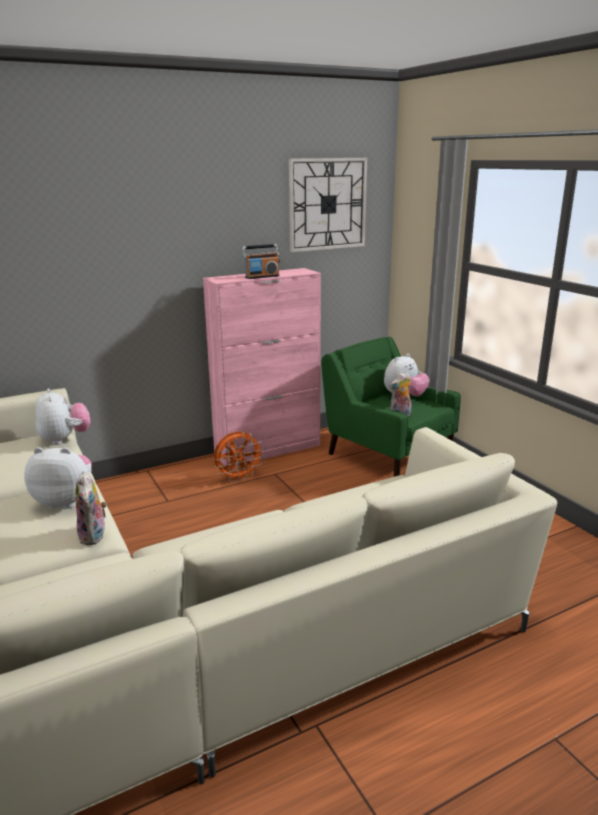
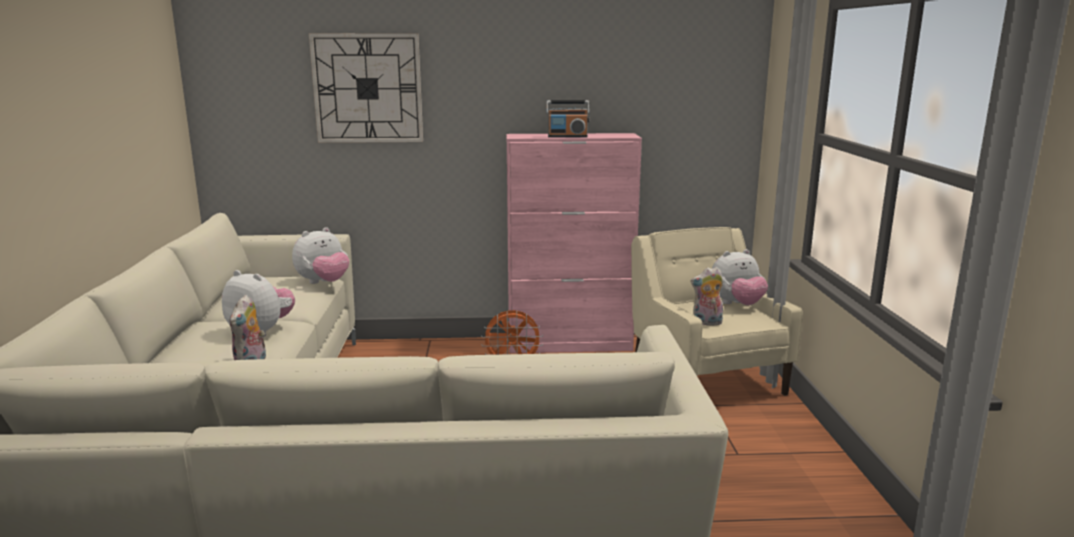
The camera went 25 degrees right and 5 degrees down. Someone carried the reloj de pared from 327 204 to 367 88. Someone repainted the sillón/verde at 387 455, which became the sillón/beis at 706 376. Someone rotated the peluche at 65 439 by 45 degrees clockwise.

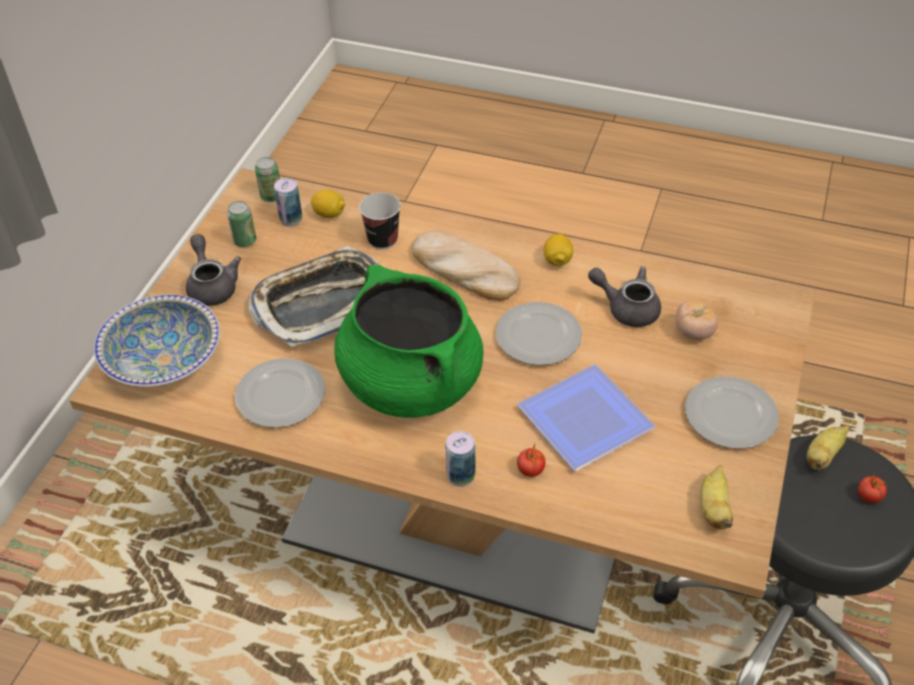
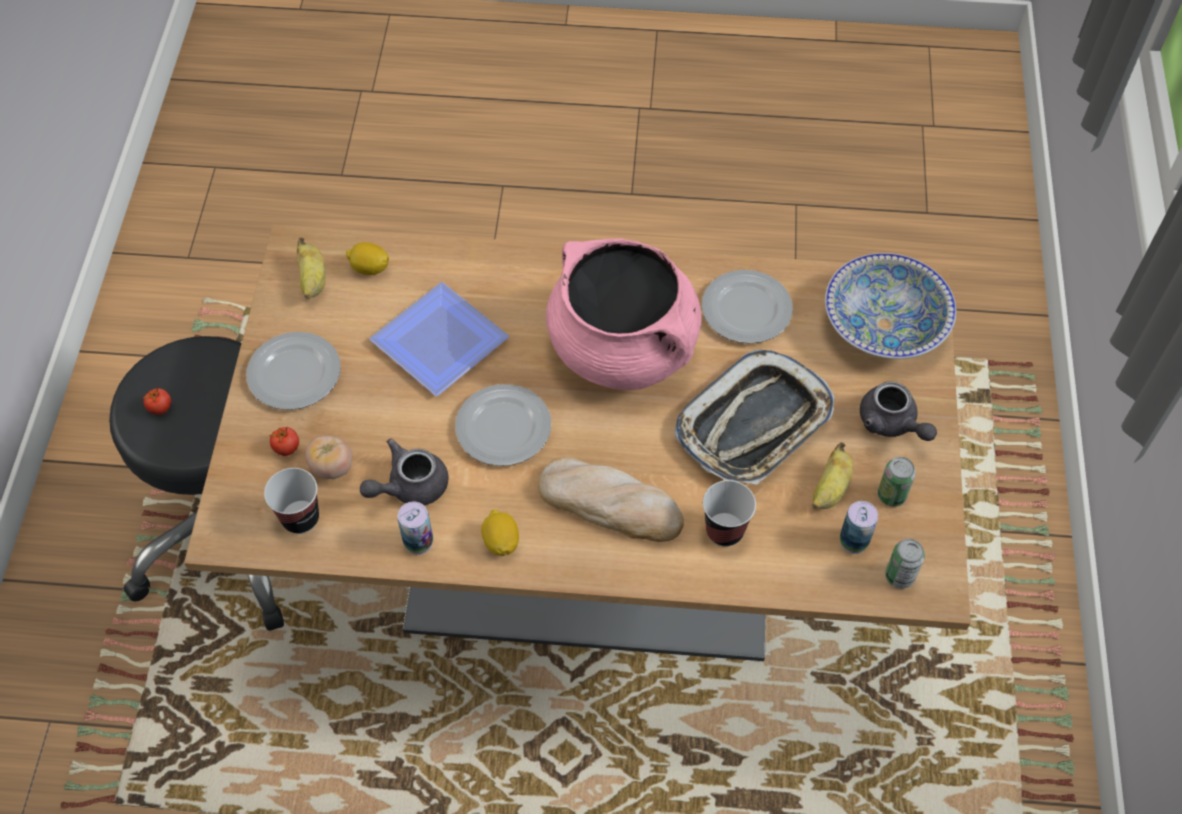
The camera went 165 degrees right and 10 degrees up. Someone put down the taza at 300 518. Someone carried the limón from 329 214 to 370 268. Someone carried the lata from 461 476 to 418 542. Someone carried the tomate from 530 470 to 286 448. Someone carried the plátano from 823 456 to 830 489. Someone repainted the olla/verde at 410 383, which became the olla/rosa at 623 348. Someone rotated the tetera/gris at 627 308 by 135 degrees clockwise.

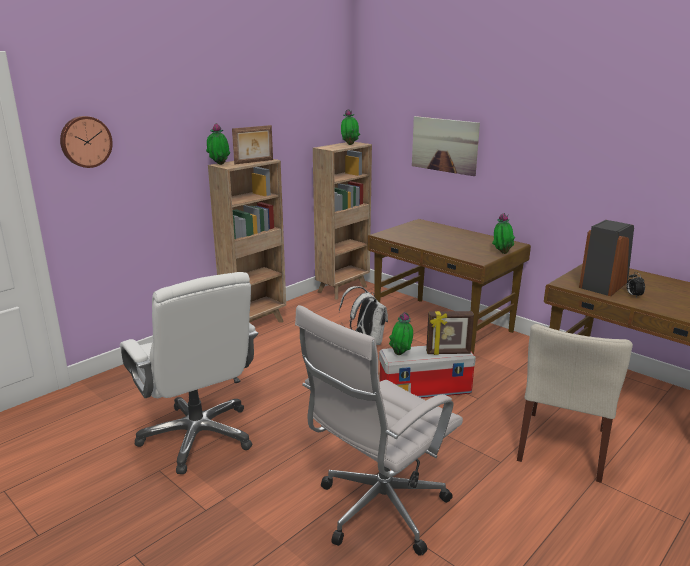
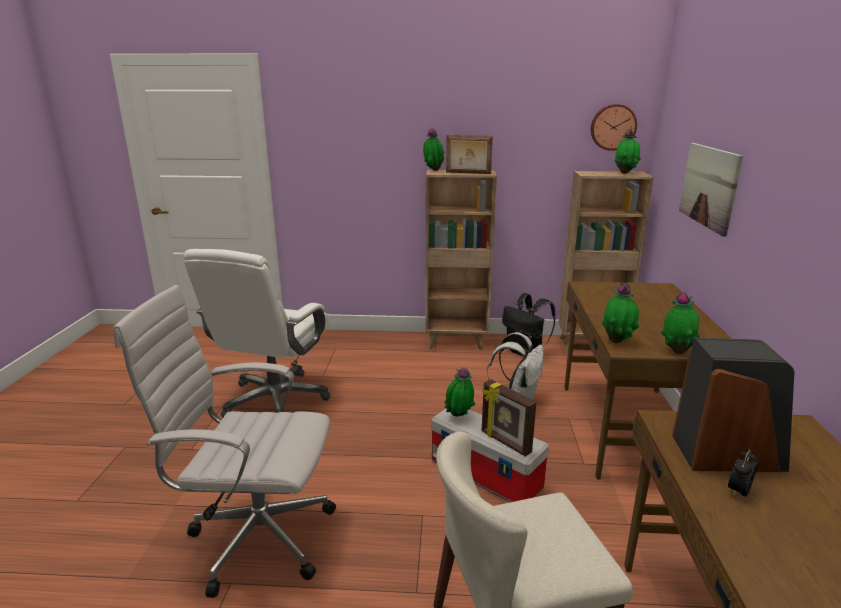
The camera went 50 degrees right and 0 degrees up. Someone put down the mochila/negro at 526 352. Someone put down the planta en maceta at 617 341. Someone carried the reloj de pared from 85 141 to 612 127.

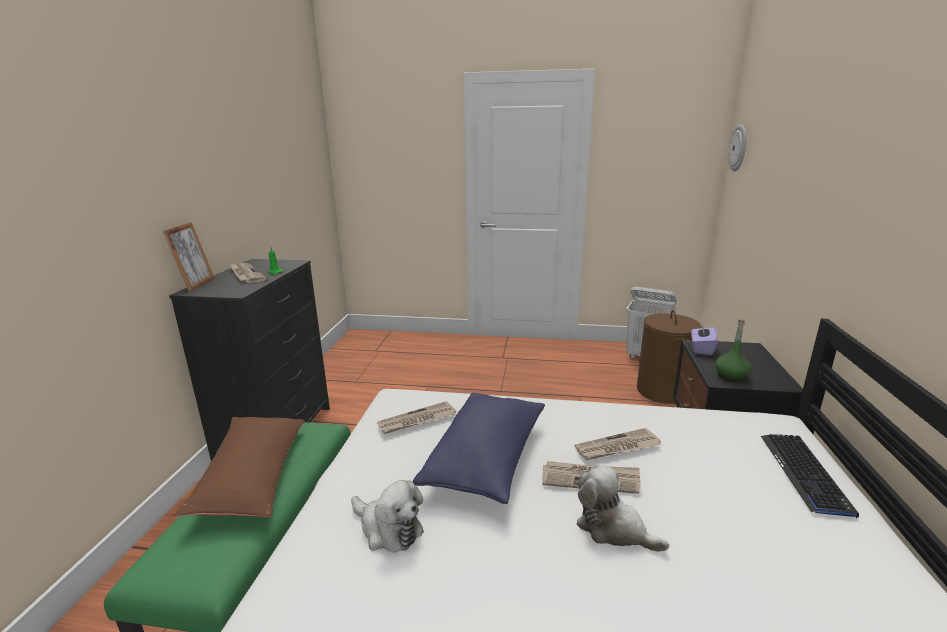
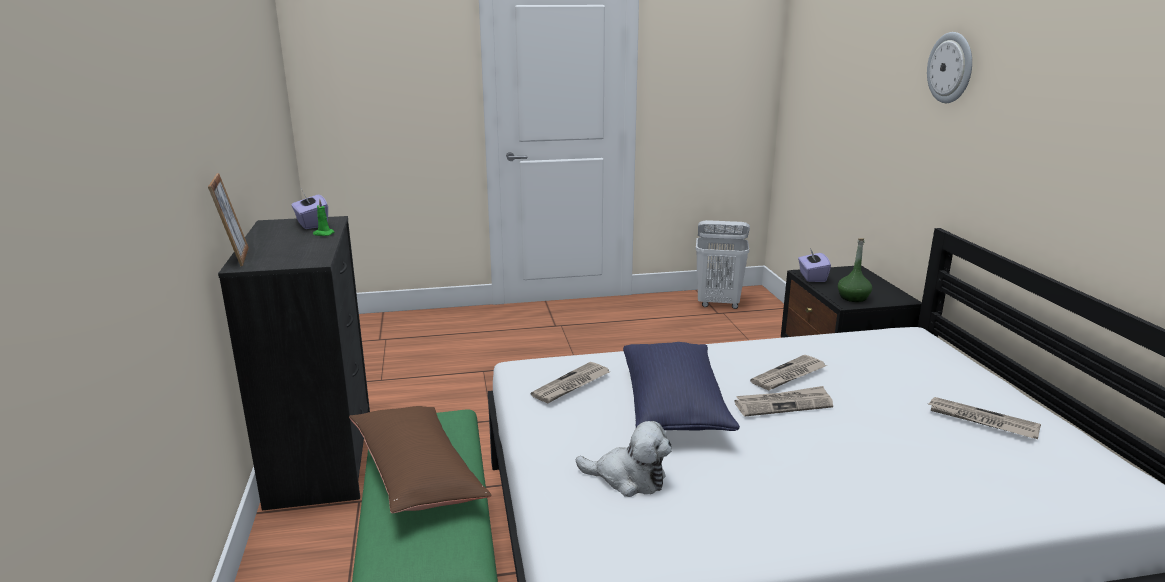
The camera went 20 degrees left and 0 degrees up. Someone took away the peluche at 613 528. Someone took away the cesto de la ropa/marrón at 663 391. Someone took away the teclado at 804 473. Someone put down the caja de pañuelos/morado at 311 224. Someone carried the periódico from 246 275 to 981 421. Someone carried the reloj de pared from 739 148 to 951 68.

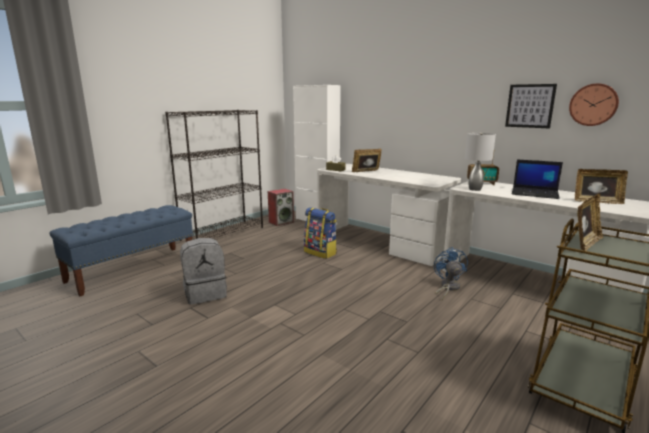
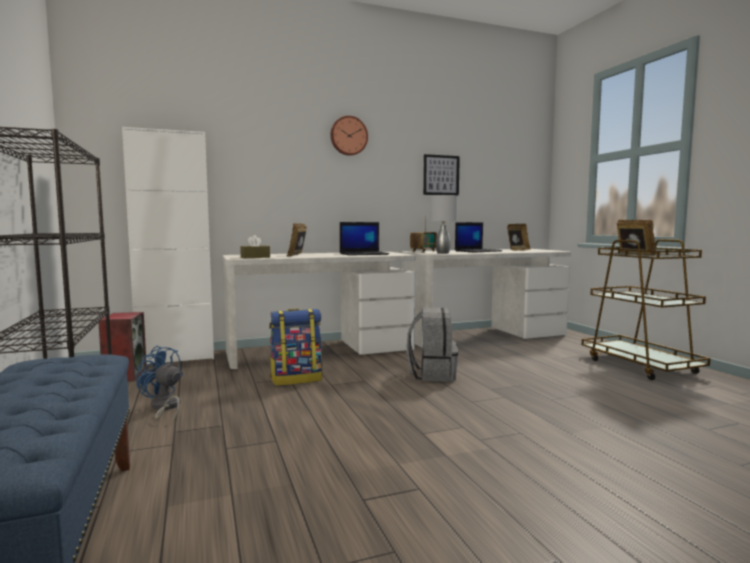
The camera went 60 degrees left and 10 degrees down. Someone put down the portátil at 364 254. Someone carried the mochila/gris from 205 293 to 432 374. Someone carried the ventilador/azul from 448 288 to 164 408. Someone carried the reloj de pared from 593 104 to 348 136.

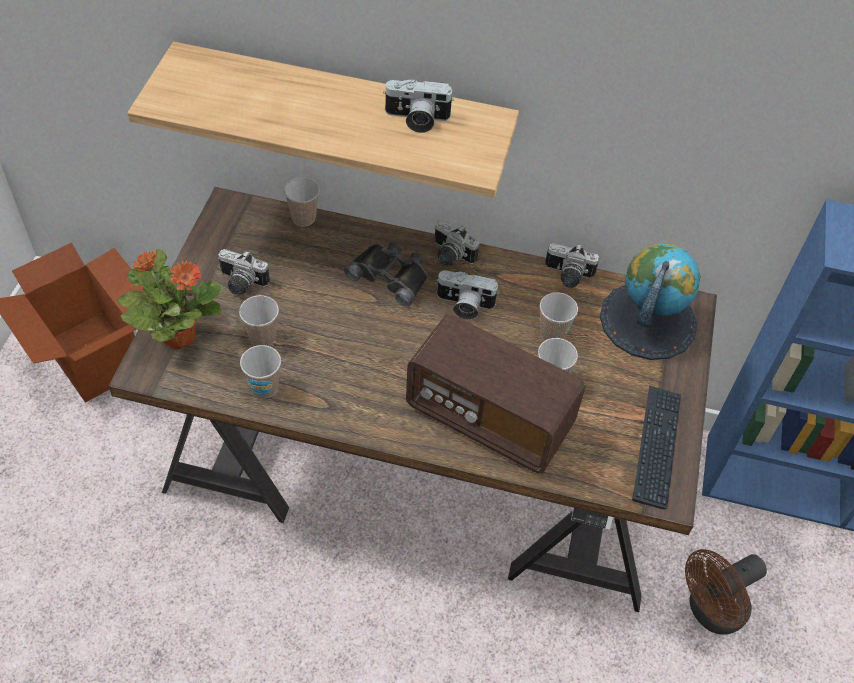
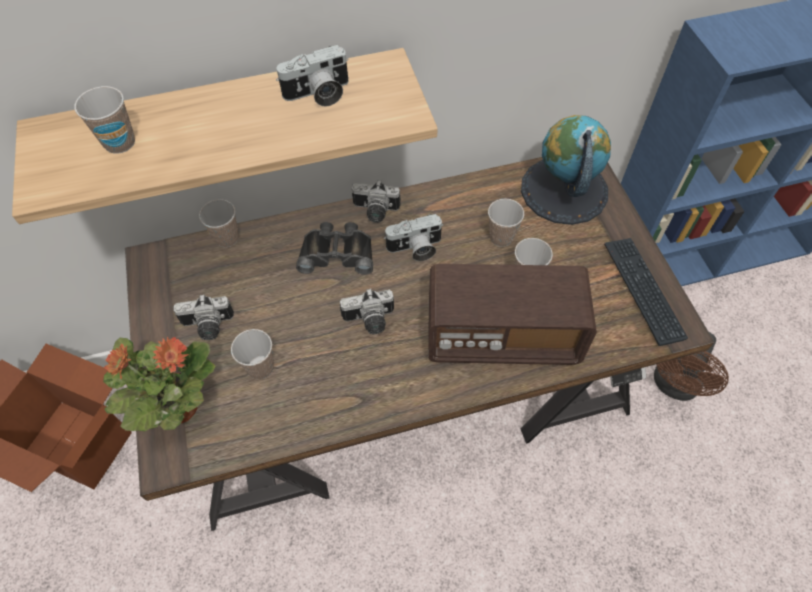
The camera went 25 degrees left and 5 degrees up. Someone carried the taza from 264 387 to 120 143. Someone carried the cámara from 567 276 to 370 321.

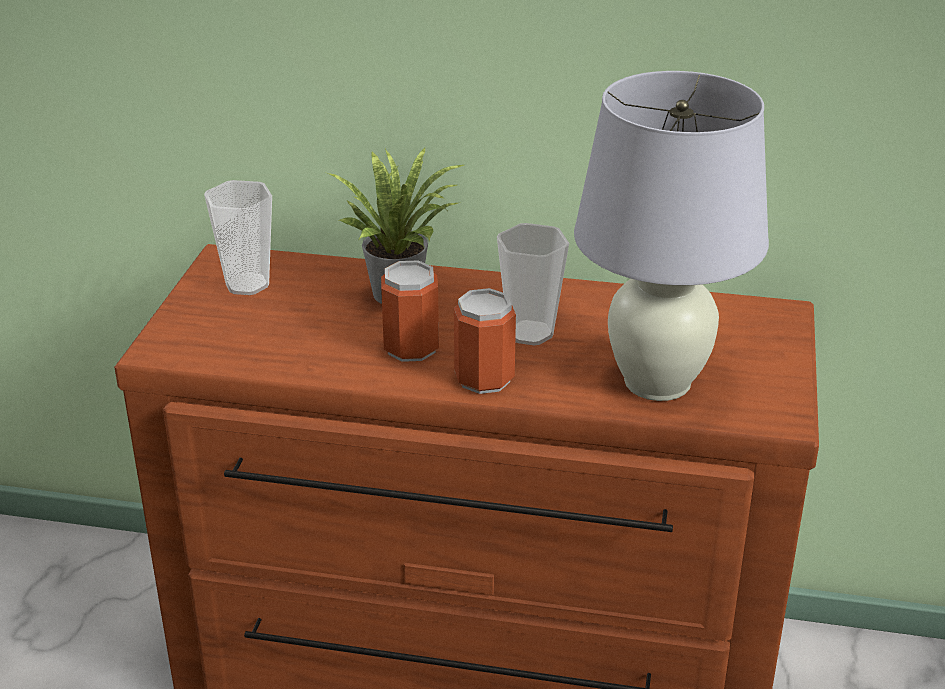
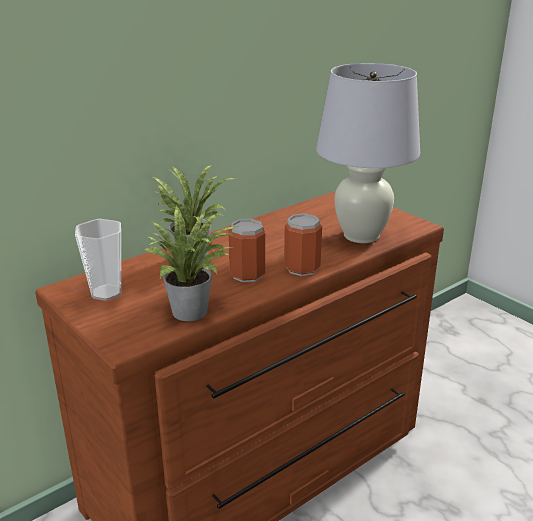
The camera went 50 degrees left and 5 degrees down. Someone took away the taza at 530 333. Someone put down the planta en maceta at 194 312.

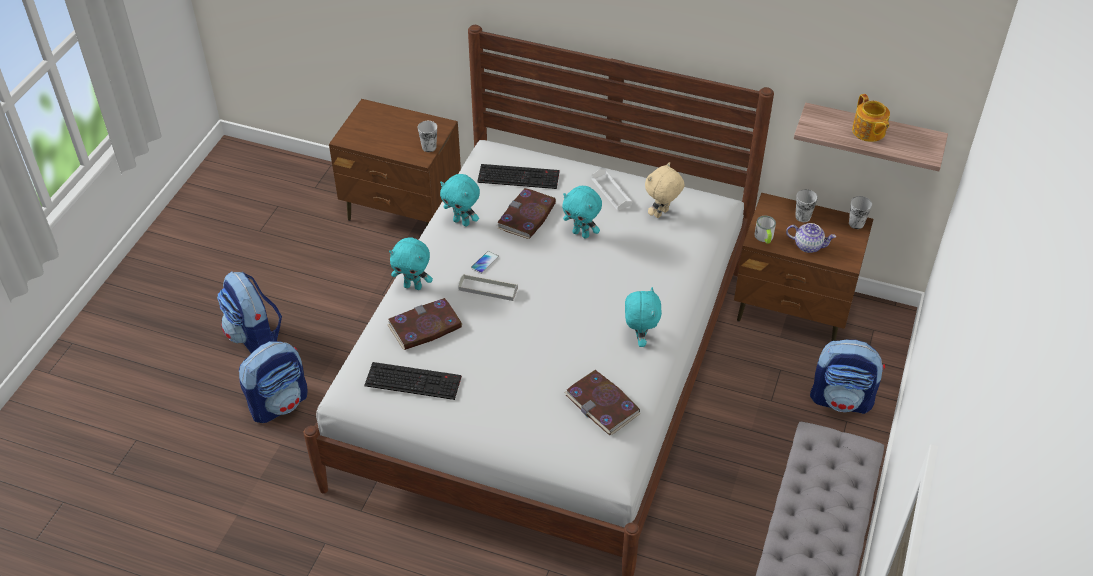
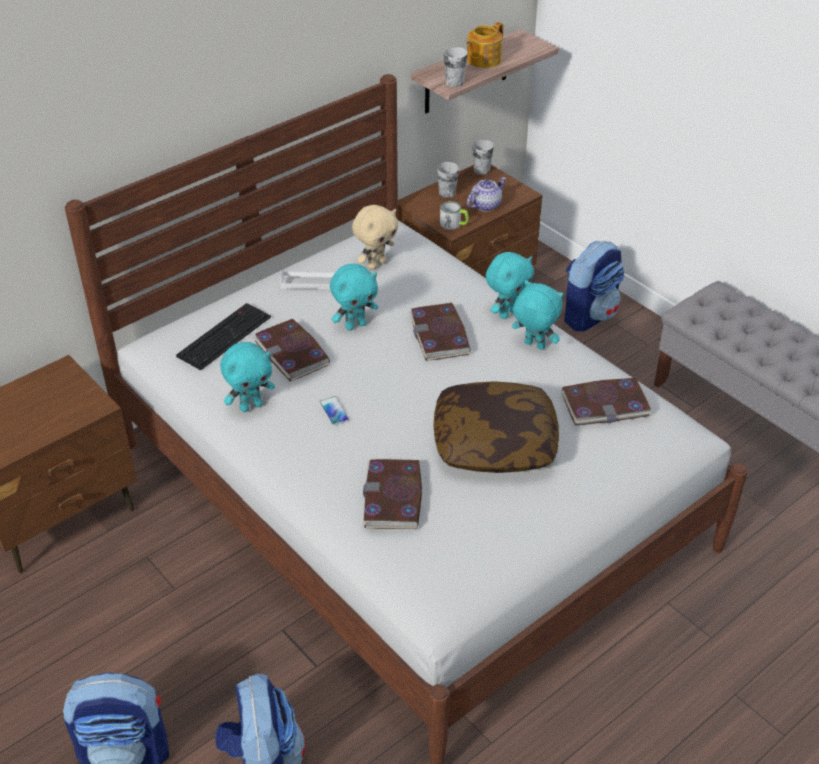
The camera went 60 degrees left and 5 degrees down. Someone took away the teclado at 414 380. Someone took away the bandeja/gris at 488 289. Someone put down the libro at 440 335. Someone put down the cojín at 494 443. Someone carried the peluche/turquesa from 413 286 to 507 313. Someone carried the taza from 429 147 to 454 82. Someone rotated the peluche/beis at 662 214 by 120 degrees counterclockwise. Someone rotated the tetera at 868 131 by 120 degrees clockwise.

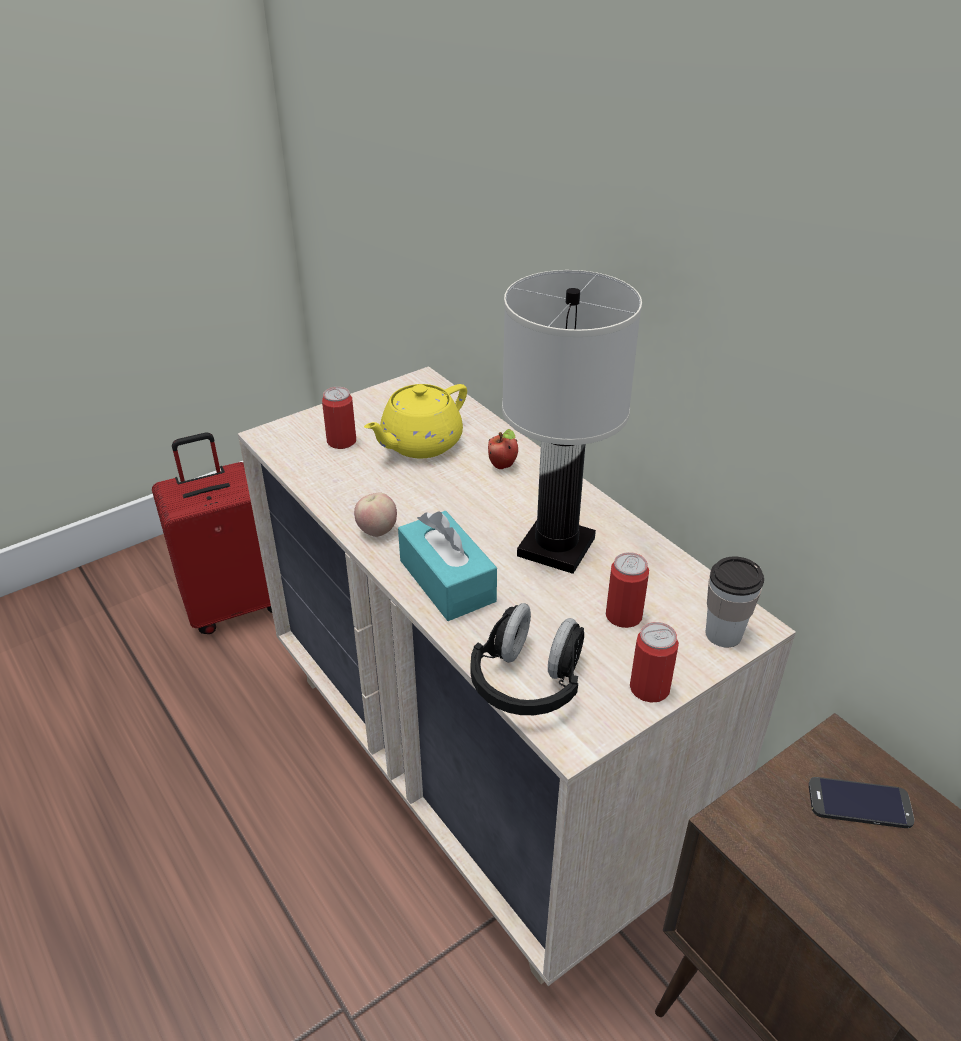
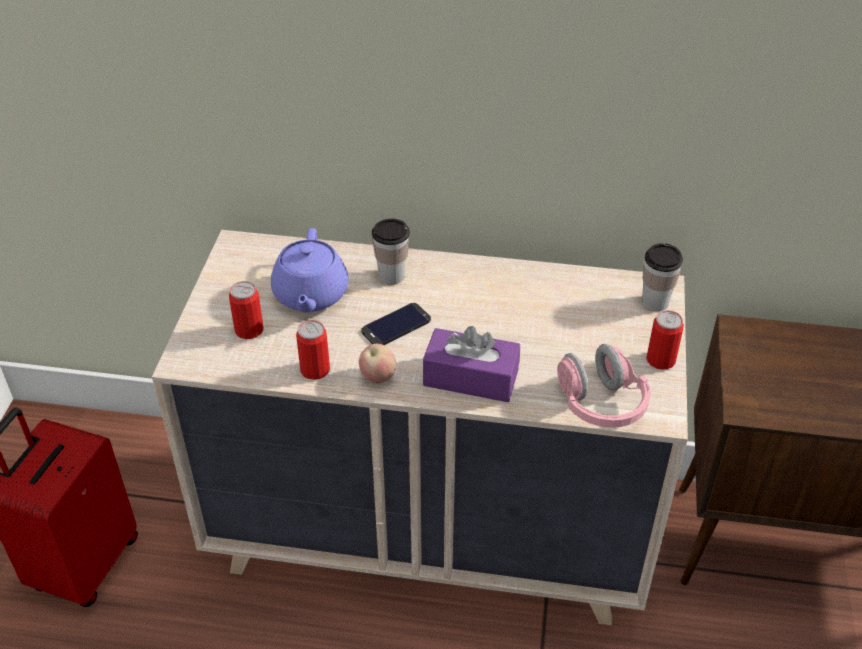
The camera went 45 degrees left and 5 degrees up. Someone took away the lámpara de mesa/blanco at 556 548. Someone carried the lata from 623 616 to 315 370. Someone carried the móvil from 859 803 to 396 325. Someone swapped the manzana at 503 466 for the taza at 392 276. Someone repainted the tetera/amarillo at 420 444, which became the tetera/morado at 310 295. Someone repainted the caja de pañuelos/turquesa at 447 581, which became the caja de pañuelos/morado at 471 378. Someone repainted the auriculares/negro at 528 682, which became the auriculares/rosa at 600 403.

